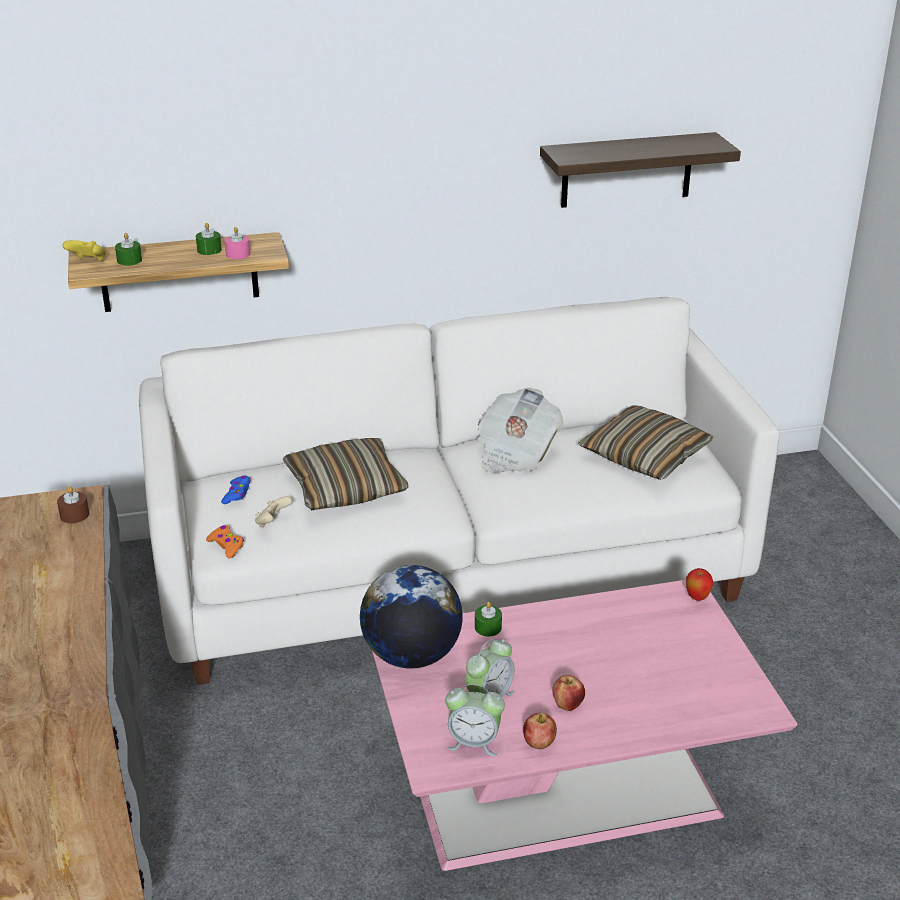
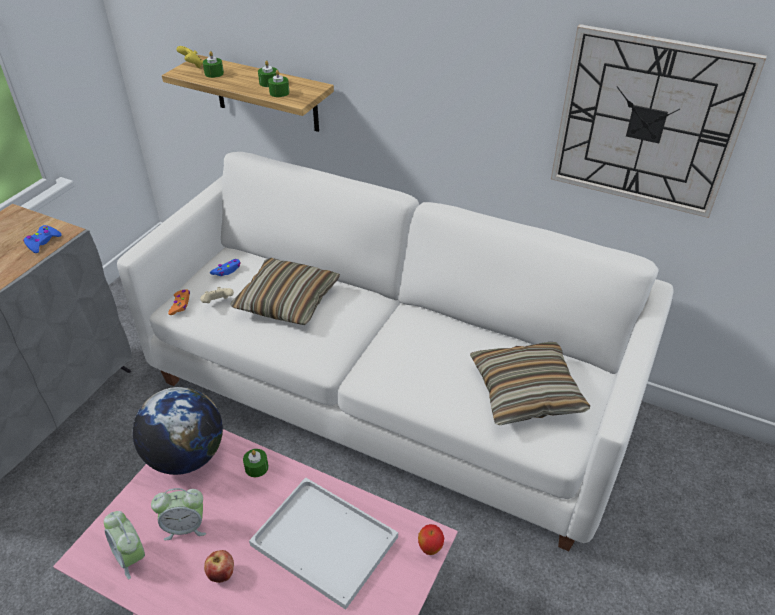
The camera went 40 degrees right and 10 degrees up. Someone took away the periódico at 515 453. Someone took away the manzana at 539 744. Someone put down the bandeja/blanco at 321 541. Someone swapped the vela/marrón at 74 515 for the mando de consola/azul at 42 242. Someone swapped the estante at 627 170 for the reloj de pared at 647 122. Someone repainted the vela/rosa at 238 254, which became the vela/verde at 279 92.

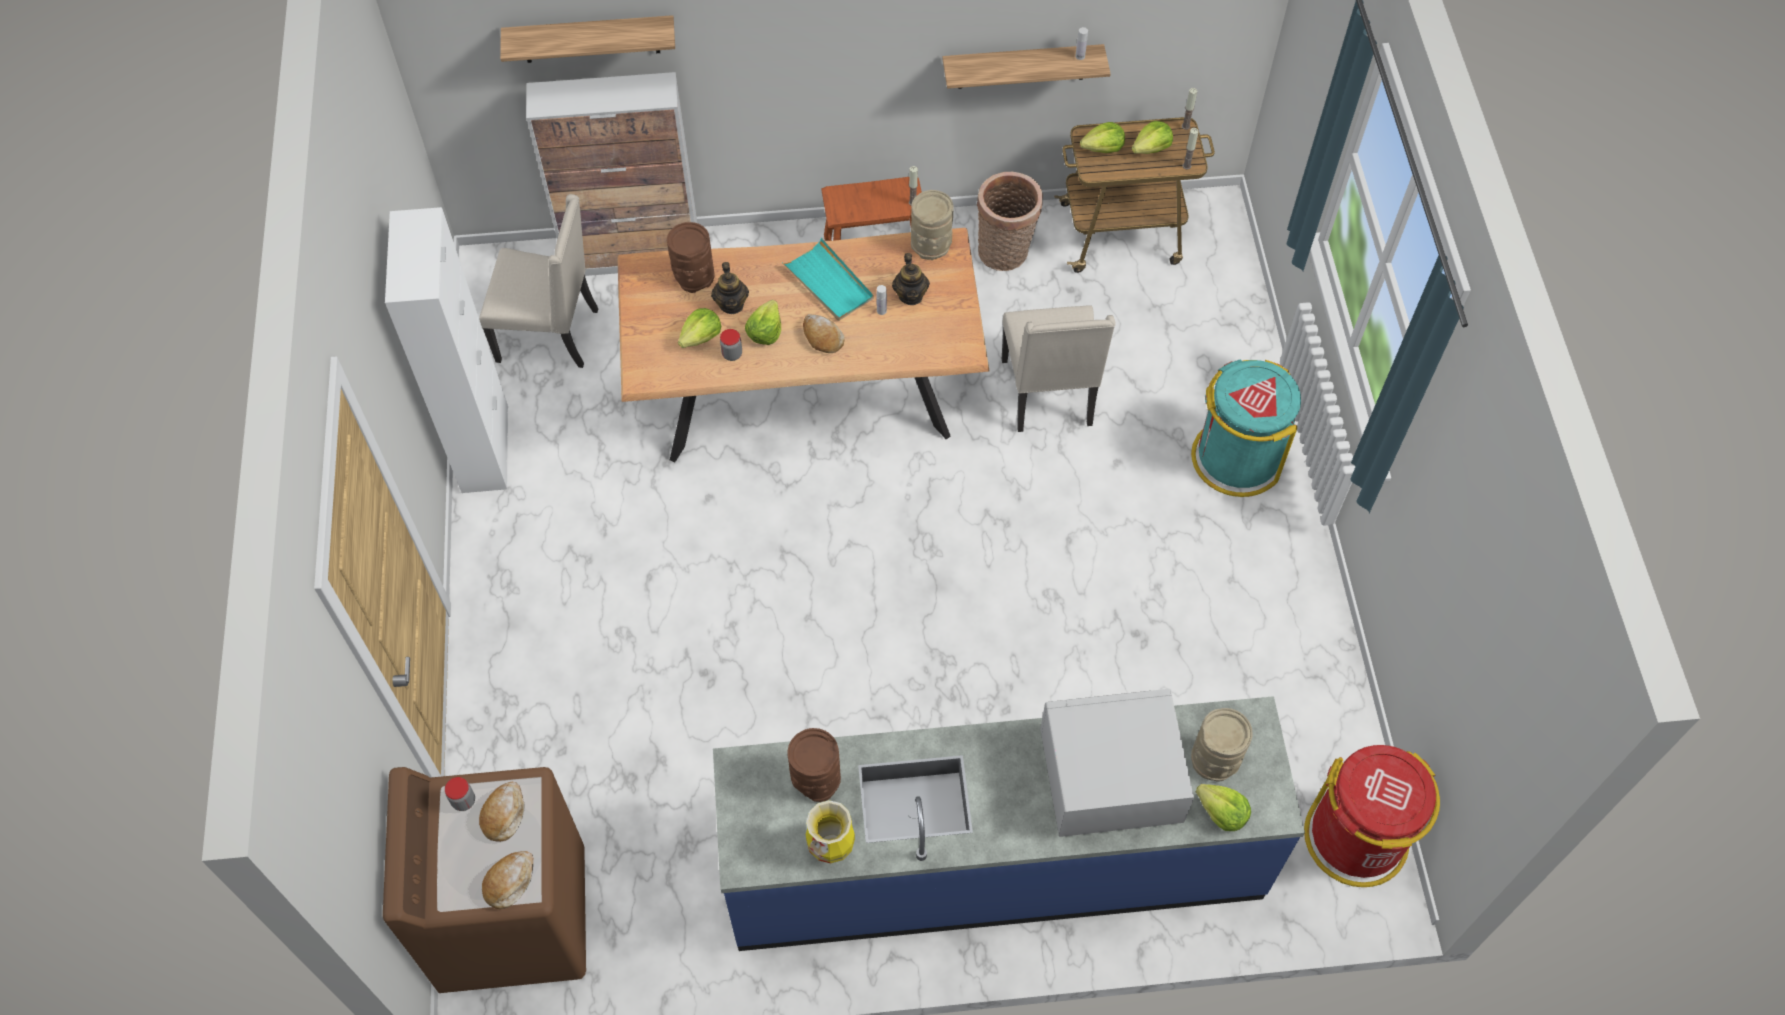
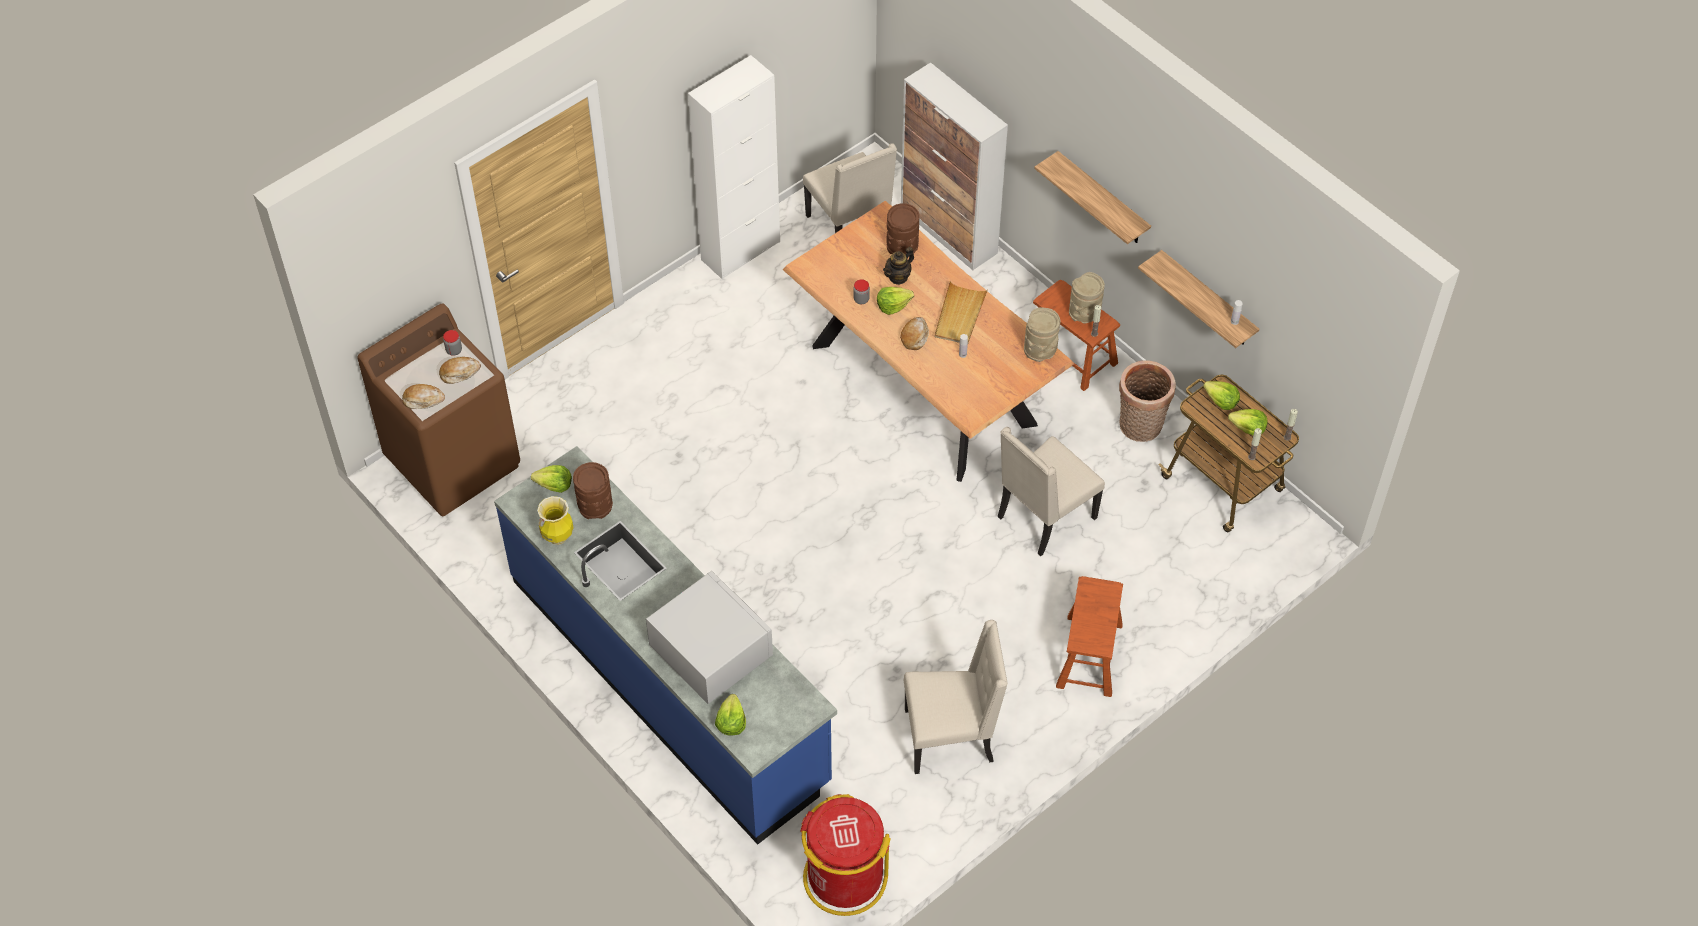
The camera went 55 degrees right and 5 degrees down. Someone took away the tetera at 911 295. Someone put down the silla/beis at 951 736. Someone carried the estante from 590 39 to 1102 200. Someone carried the lechuga from 701 337 to 554 485. Someone carried the florero/beis from 1216 759 to 1084 313. Someone swapped the papelera/turquesa at 1236 458 for the taburete/marrón at 1089 655. Someone repainted the bandeja/turquesa at 829 283, which became the bandeja/beis at 959 315.

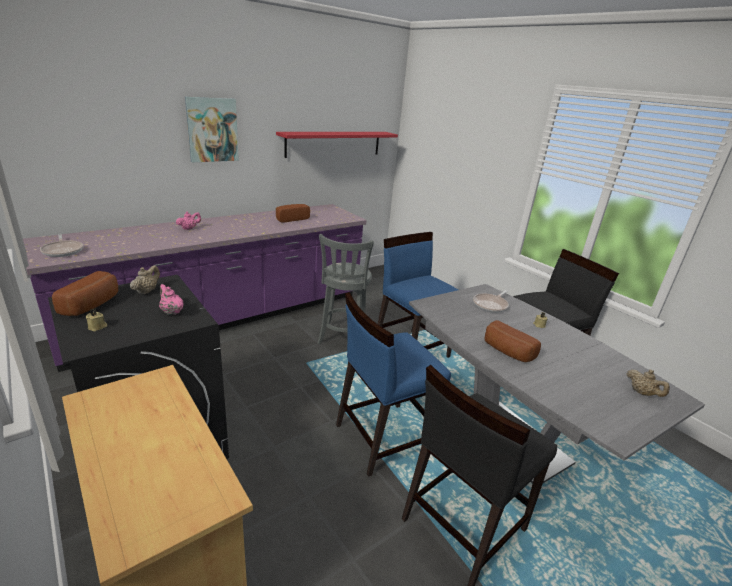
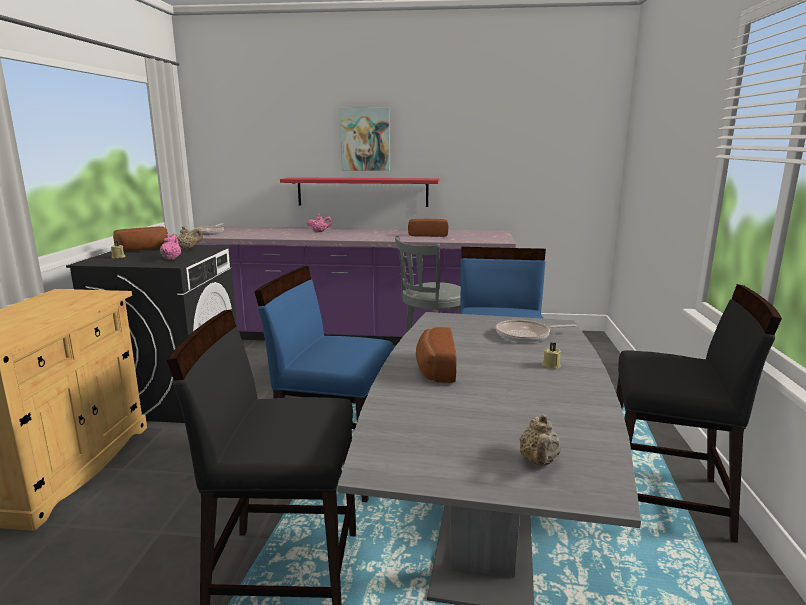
The camera went 45 degrees right and 10 degrees down. Someone carried the estante/rojo from 334 143 to 362 192.

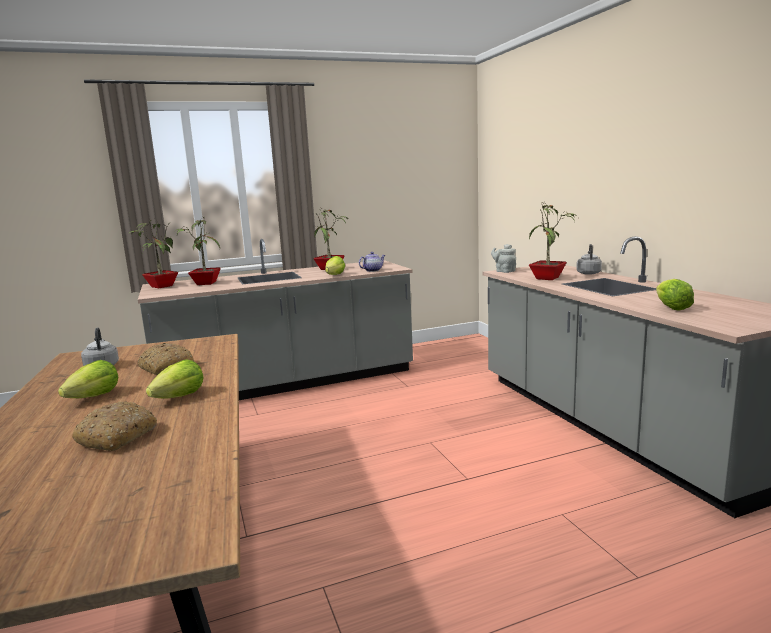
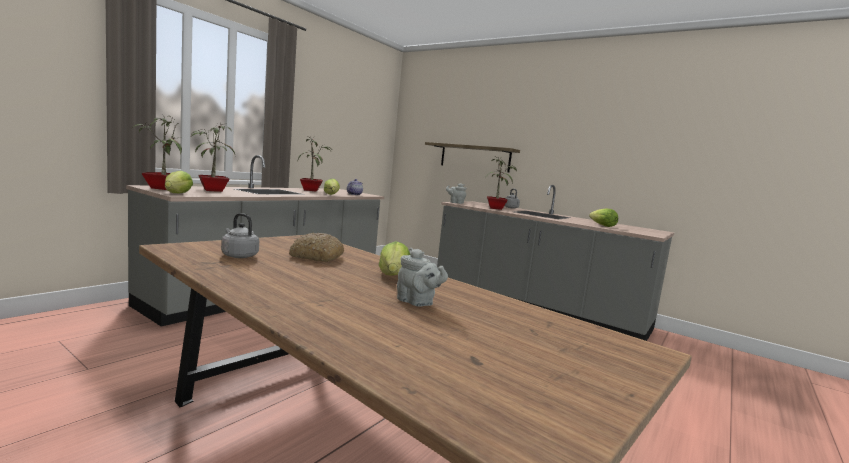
The camera went 35 degrees left and 5 degrees down. Someone put up the estante at 474 157. Someone carried the lechuga from 95 397 to 177 194. Someone swapped the pan at 118 436 for the tetera/gris at 417 302.

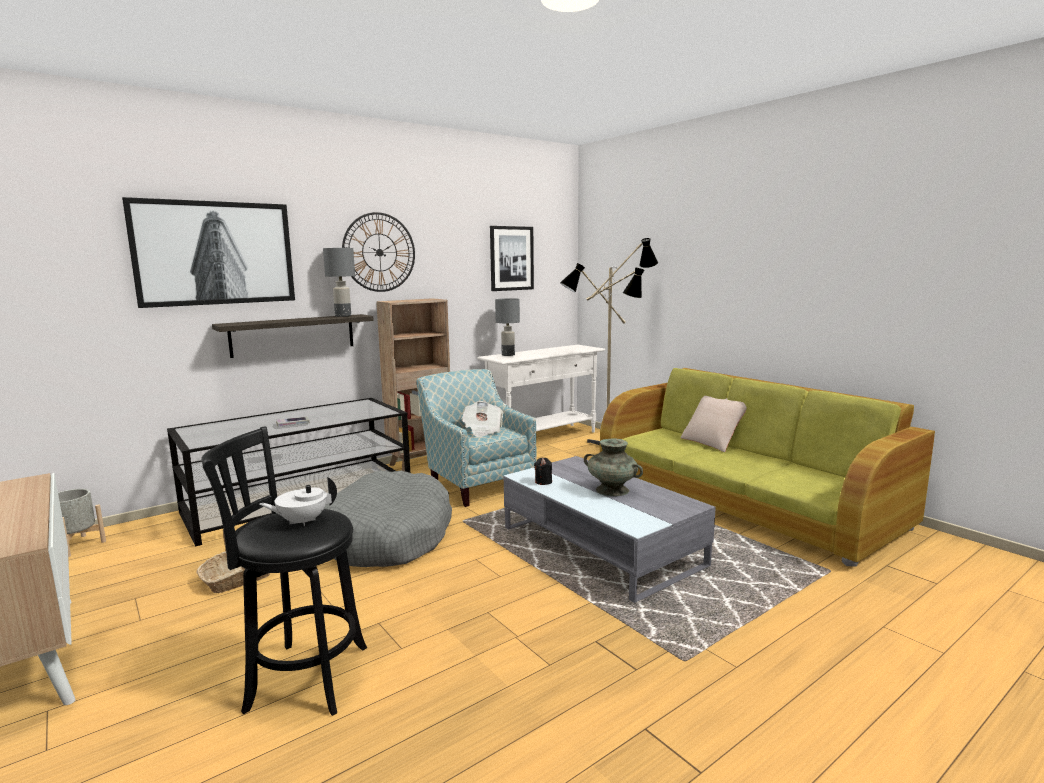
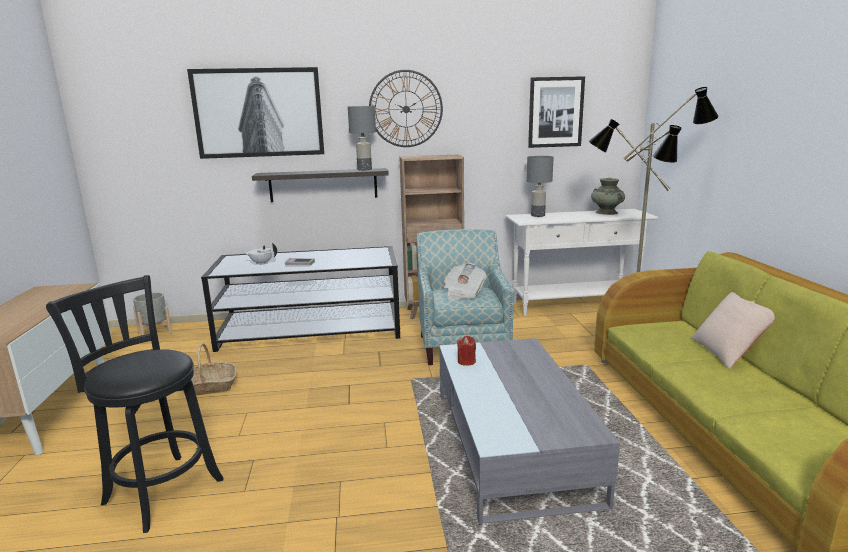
The camera went 30 degrees right and 5 degrees up. Someone took away the cama para perro/gris at 388 537. Someone carried the tetera/blanco from 302 521 to 261 263. Someone carried the florero/turquesa from 612 490 to 606 212. Someone repainted the vela/negro at 543 482, which became the vela/rojo at 466 361.

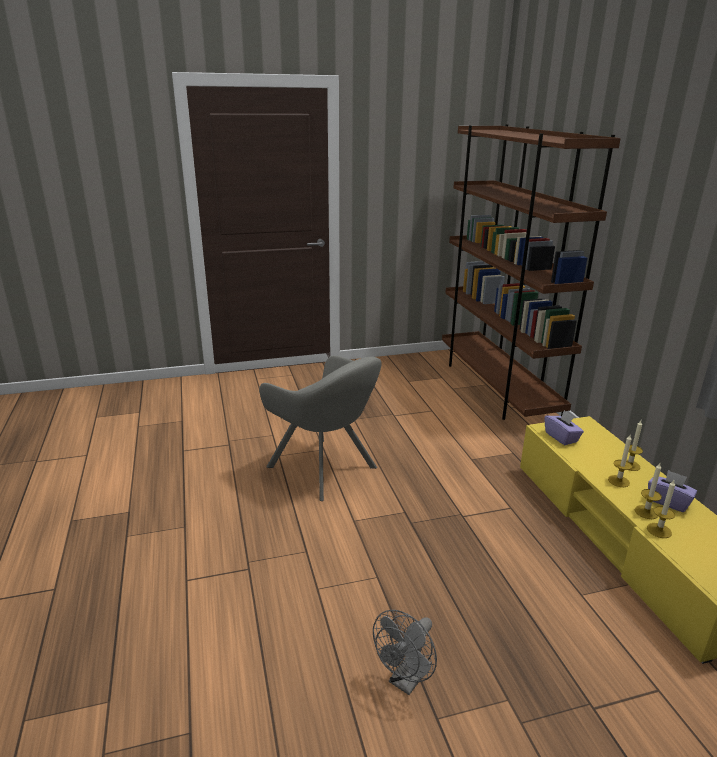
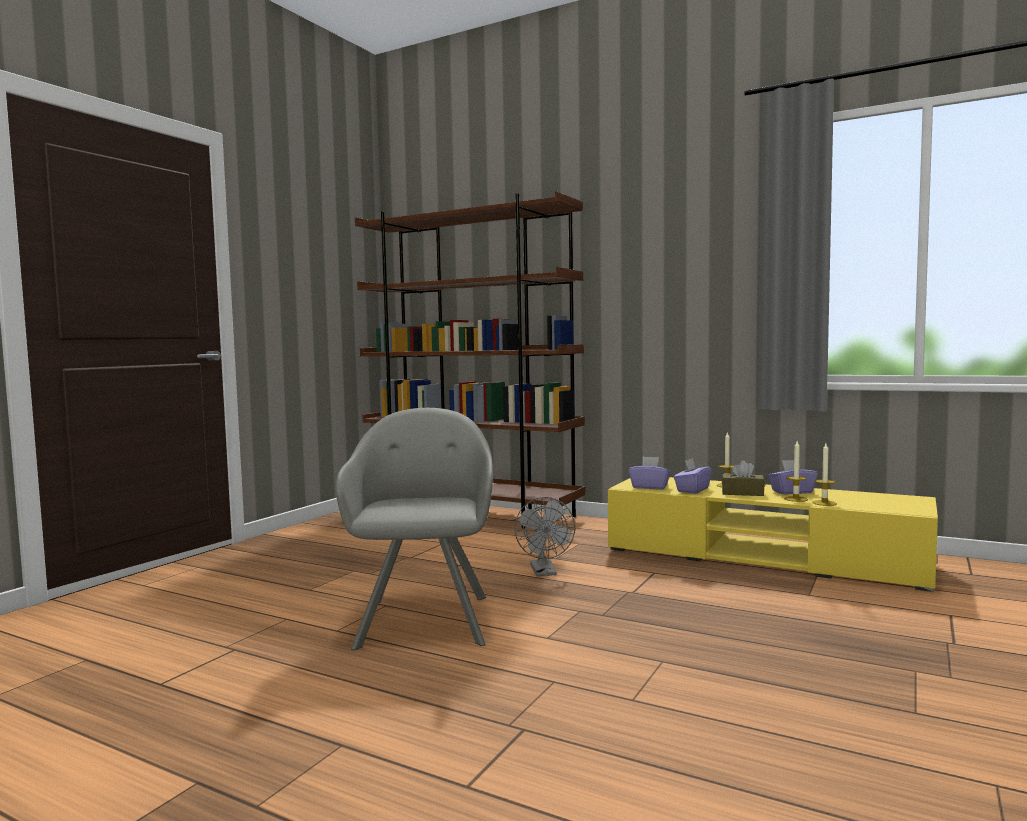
The camera went 45 degrees left and 20 degrees down. Someone put down the caja de pañuelos/morado at 692 490. Someone carried the ventilador/gris from 406 680 to 545 572. Someone swapped the vela at 618 481 for the caja de pañuelos/marrón at 742 493. Someone rotated the sillón/gris at 325 469 by 90 degrees counterclockwise.

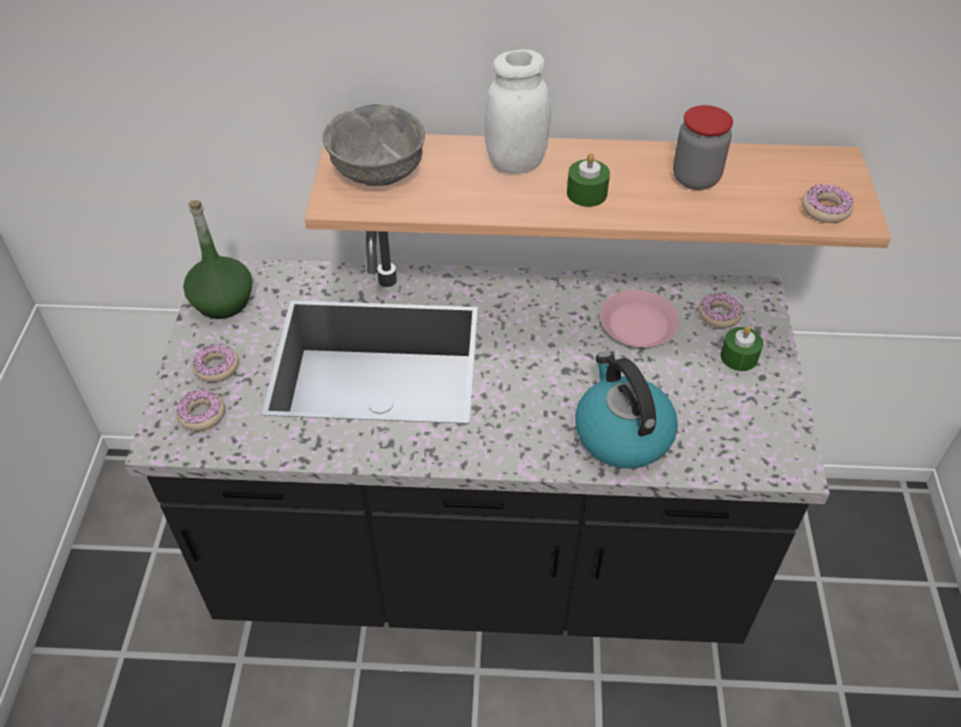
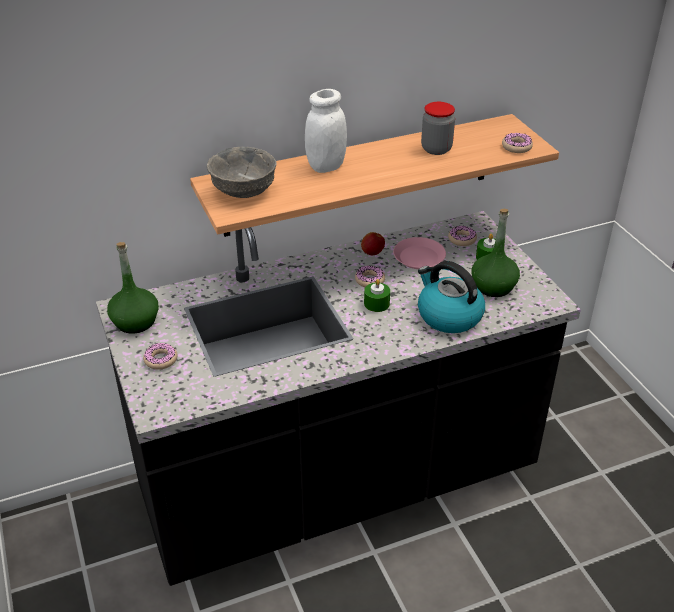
The camera went 25 degrees left and 10 degrees down. Someone put down the manzana at 372 253. Someone put down the botella/verde at 493 286. Someone carried the rosquilla from 202 414 to 369 280. Someone carried the vela/verde from 586 193 to 376 303.

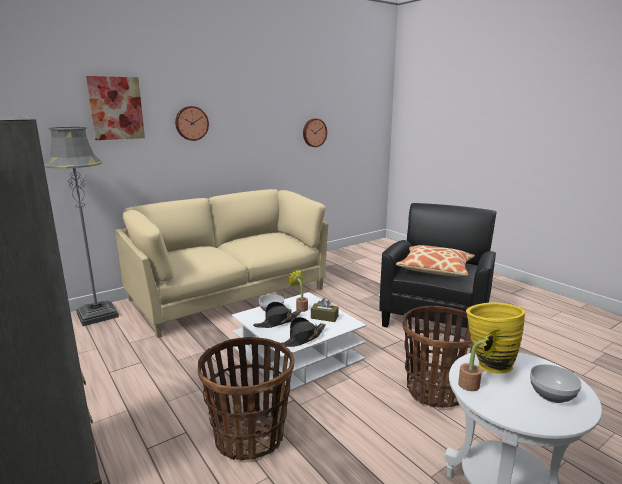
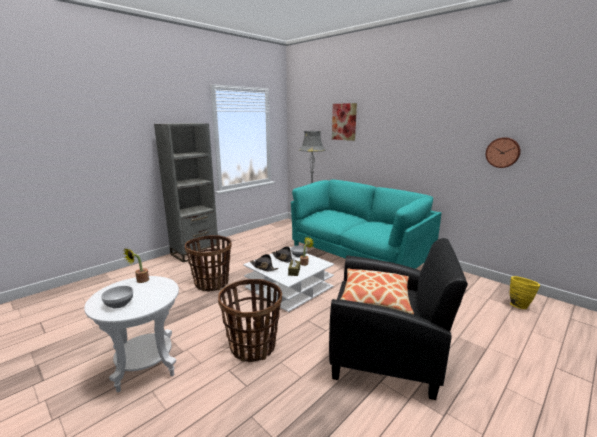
The camera went 80 degrees right and 0 degrees up. Someone took away the reloj de pared at 191 123. Someone carried the florero/amarillo from 487 364 to 519 305. Someone repainted the sofá/beis at 228 294, which became the sofá/turquesa at 359 255.

